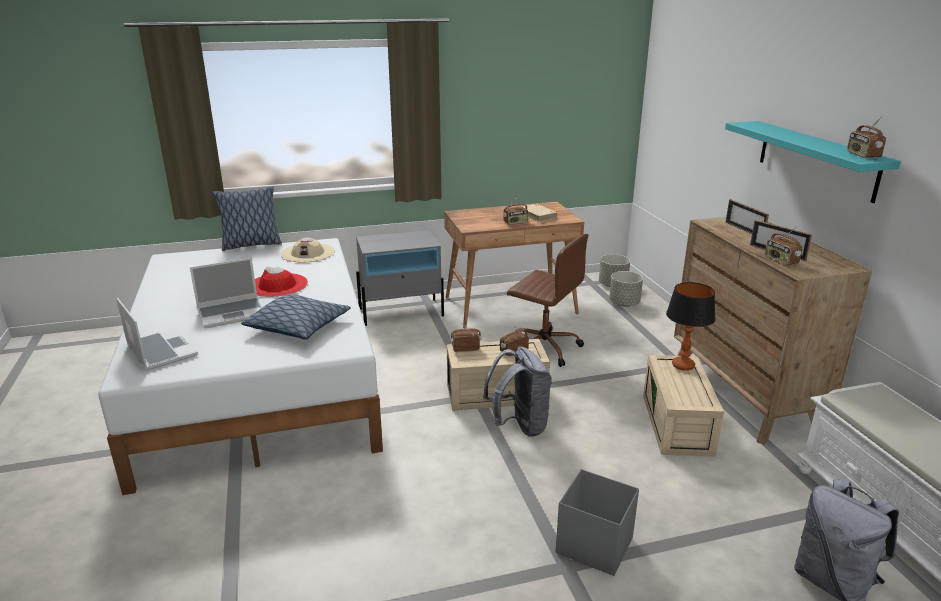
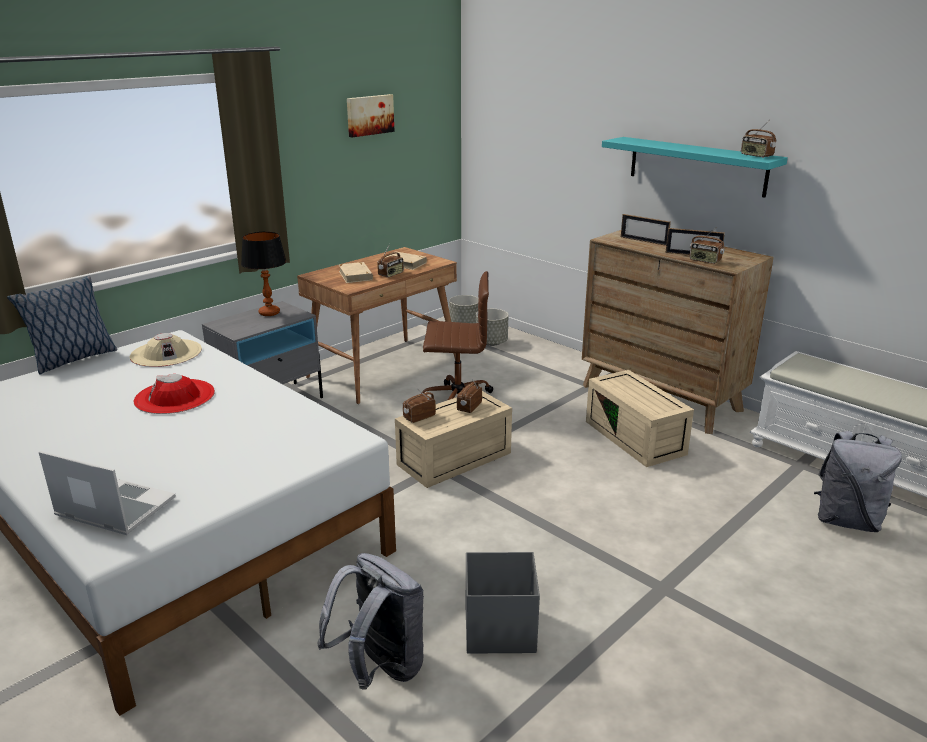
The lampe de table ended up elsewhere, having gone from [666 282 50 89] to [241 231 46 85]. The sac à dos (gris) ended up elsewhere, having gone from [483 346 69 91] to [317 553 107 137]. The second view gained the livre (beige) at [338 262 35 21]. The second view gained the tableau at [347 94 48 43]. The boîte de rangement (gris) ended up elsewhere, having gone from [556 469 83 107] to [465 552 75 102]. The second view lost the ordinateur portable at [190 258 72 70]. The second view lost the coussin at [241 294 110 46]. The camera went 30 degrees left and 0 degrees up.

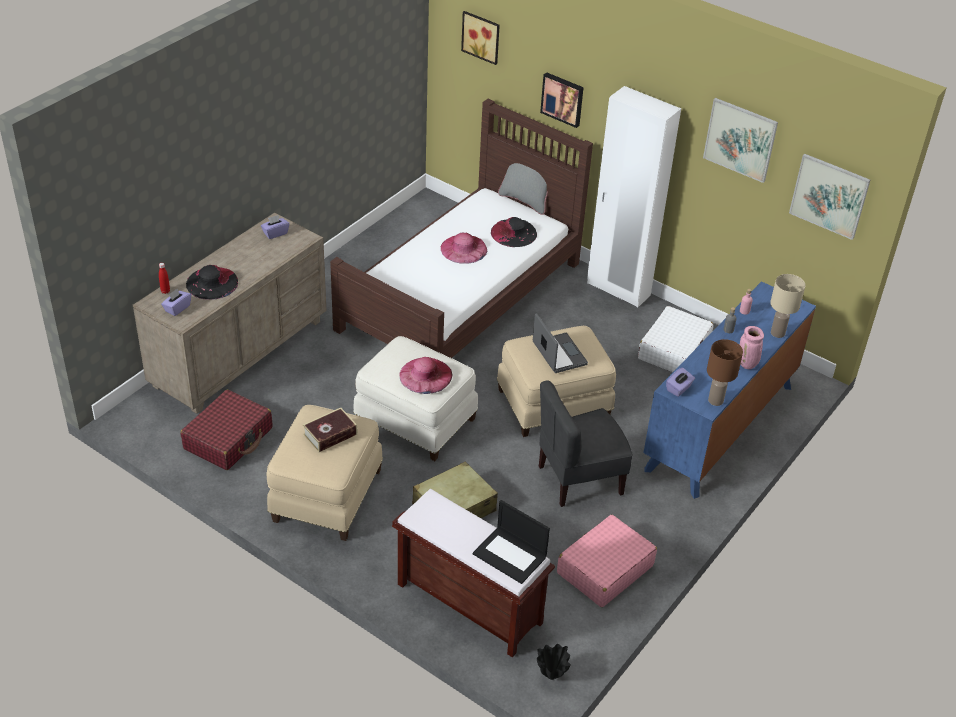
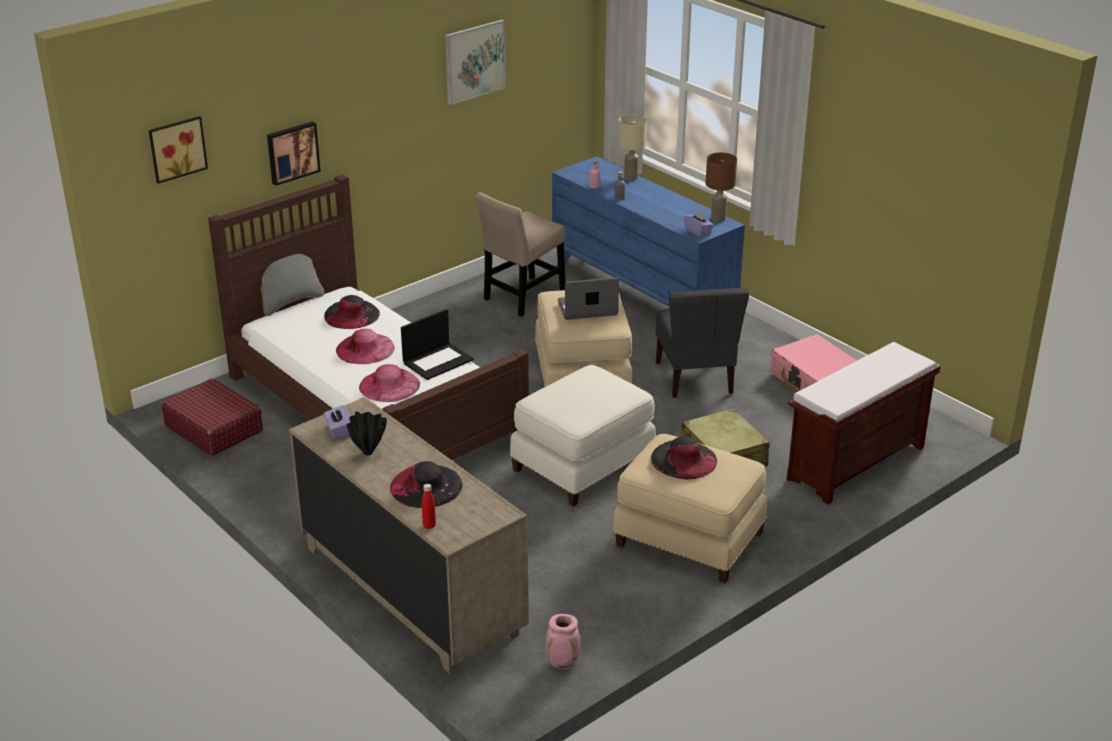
The valise (rouge) ended up elsewhere, having gone from [180 389 92 81] to [161 379 102 77]. The vase (noir) ended up elsewhere, having gone from [537 644 34 36] to [347 412 40 44]. The chapeau (rose) ended up elsewhere, having gone from [400 357 53 37] to [359 364 61 38]. The ordinateur portable ended up elsewhere, having gone from [473 500 77 84] to [401 309 73 71]. Where the valise (blanc) stood at [638 306 75 66], the chaise (beige) came to stand at [475 192 91 125]. The vase (rose) ended up elsewhere, having gone from [740 326 24 43] to [546 614 35 55]. Where the livre stood at [303 408 54 44], the chapeau (noir) came to stand at [651 436 66 43]. The second view lost the boîte à mouchoirs (violet) at [161 288 30 28]. The second view lost the armoire (blanc) at [587 86 94 221]. The second view lost the tableau at [789 154 81 86]. The camera went 75 degrees left and 10 degrees down.

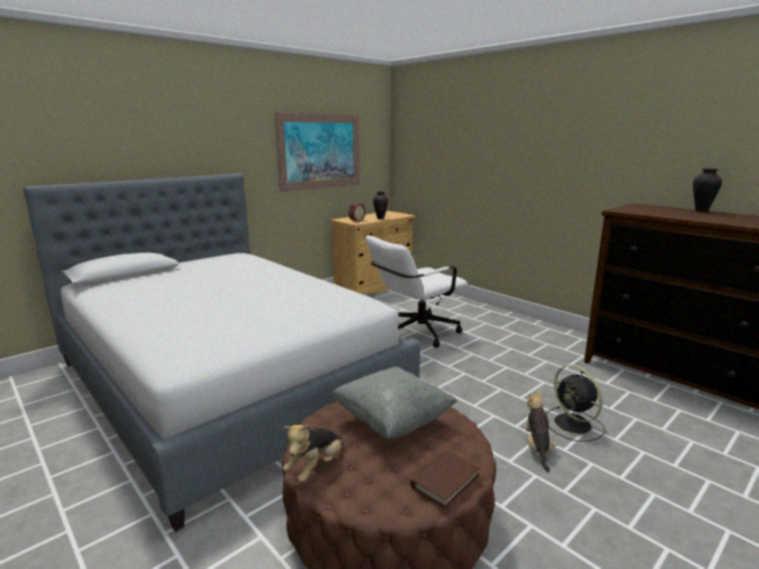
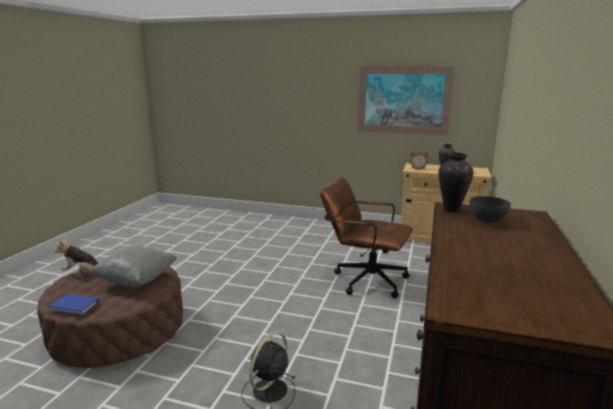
What was the livre (marron) at [410 451 70 57] turned into the livre (bleu) at [49 294 50 22]. What was the chaise de bureau (blanc) at [366 236 102 112] turned into the chaise de bureau (marron) at [320 177 93 121]. The vase ended up elsewhere, having gone from [693 168 29 44] to [438 153 35 59]. The second view gained the bol (gris) at [470 196 41 27]. The second view lost the lit at [23 173 397 359]. The second view lost the peluche at [525 391 32 81]. The camera went 60 degrees right and 0 degrees up.

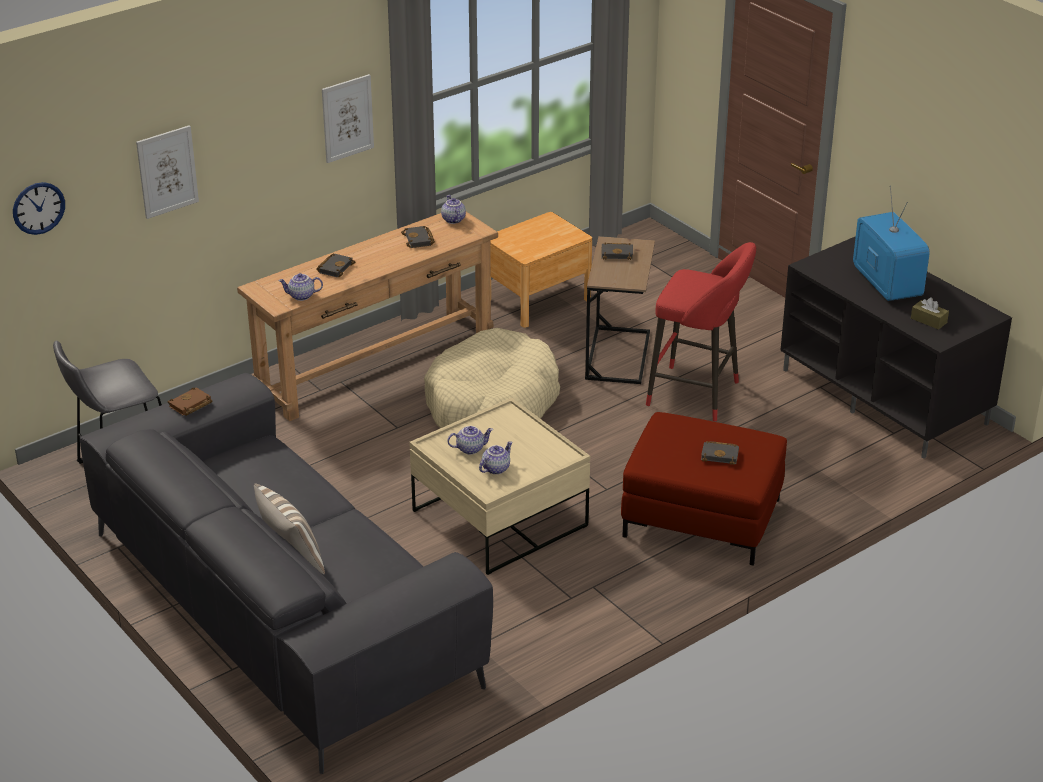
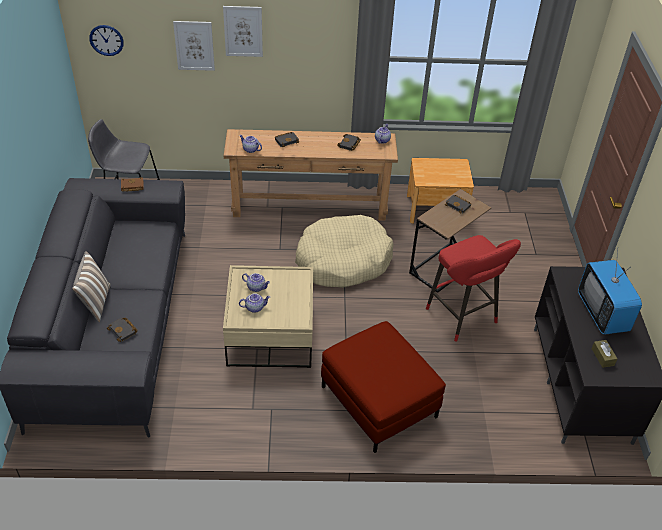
The livre (noir) ended up elsewhere, having gone from [701 441 38 24] to [107 317 31 25]. The tableau ended up elsewhere, having gone from [322 74 52 89] to [223 6 40 51]. The téléviseur at [853 186 77 115] ended up facing another way, 150 degrees clockwise from before. The camera went 35 degrees right and 10 degrees up.

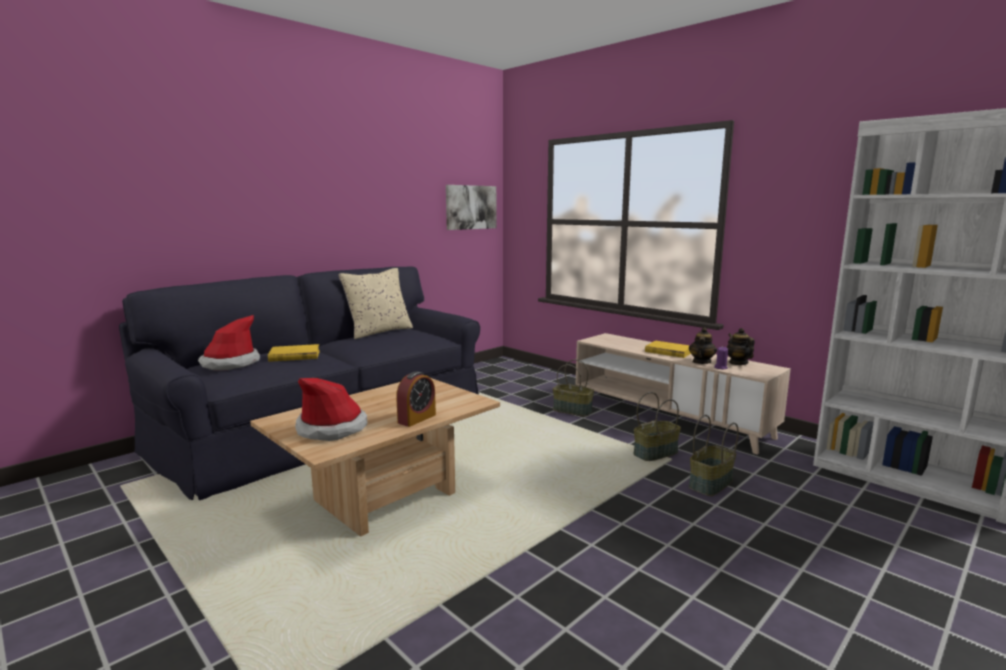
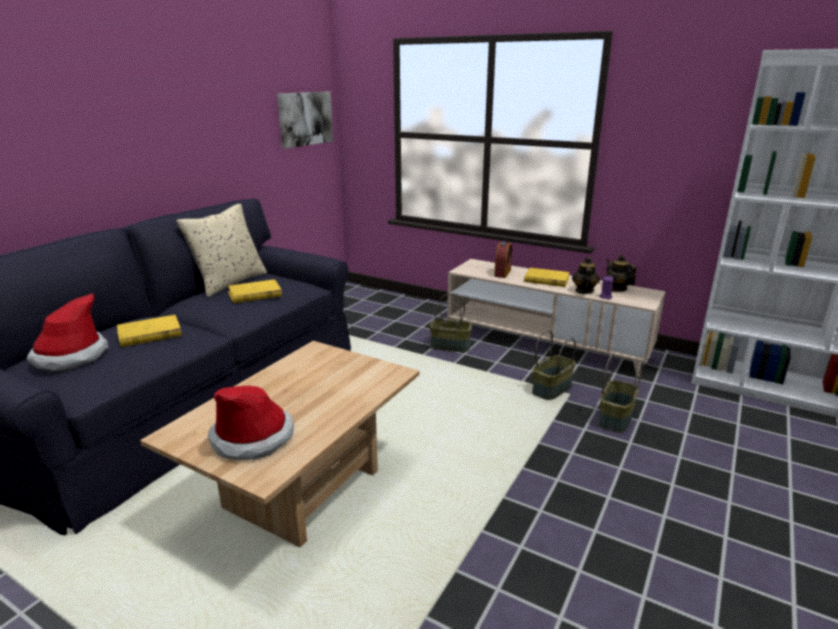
The second view gained the livre (jaune) at [228 279 54 24]. The réveil ended up elsewhere, having gone from [396 371 40 56] to [494 241 18 37]. The camera went 15 degrees left and 10 degrees up.

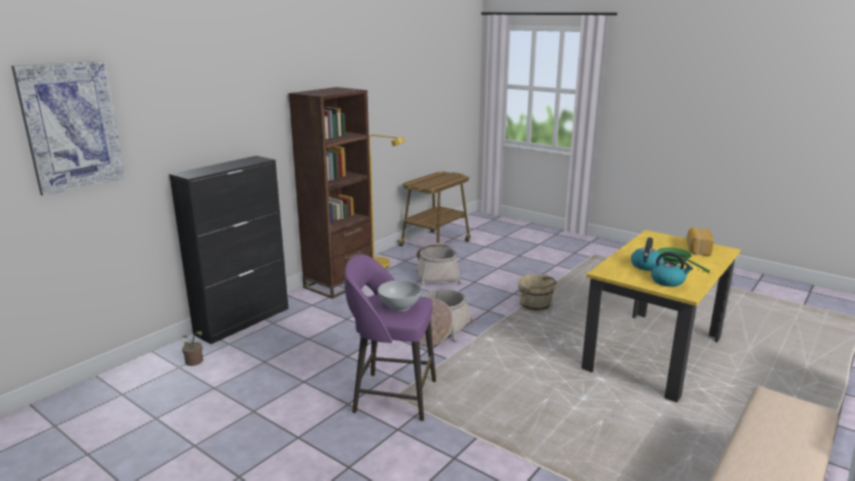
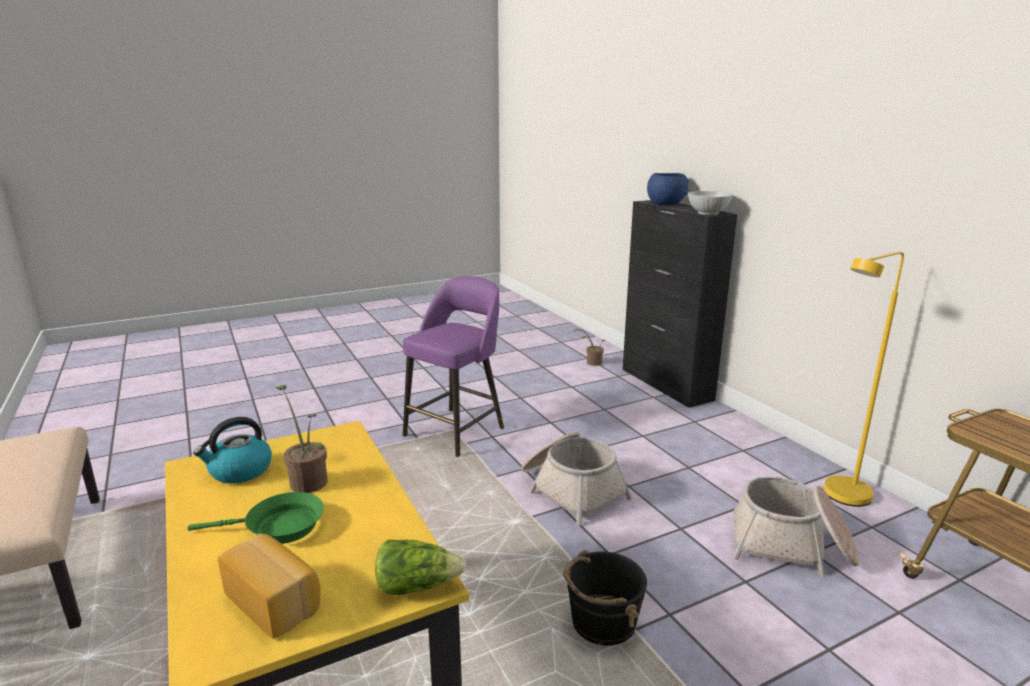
Where the bouilloire stood at [631 237 33 34], the plante en pot came to stand at [275 385 53 108]. The second view gained the laitue at [375 539 91 56]. What was the seau (beige) at [518 274 39 37] turned into the seau (noir) at [563 550 84 96]. The second view gained the bol (bleu) at [647 173 42 32]. The bol (blanc) ended up elsewhere, having gone from [377 280 45 31] to [688 191 45 24]. The second view lost the tableau at [11 60 115 136]. The second view lost the bibliothèque (marron) at [289 87 84 212]. The camera went 115 degrees right and 0 degrees up.

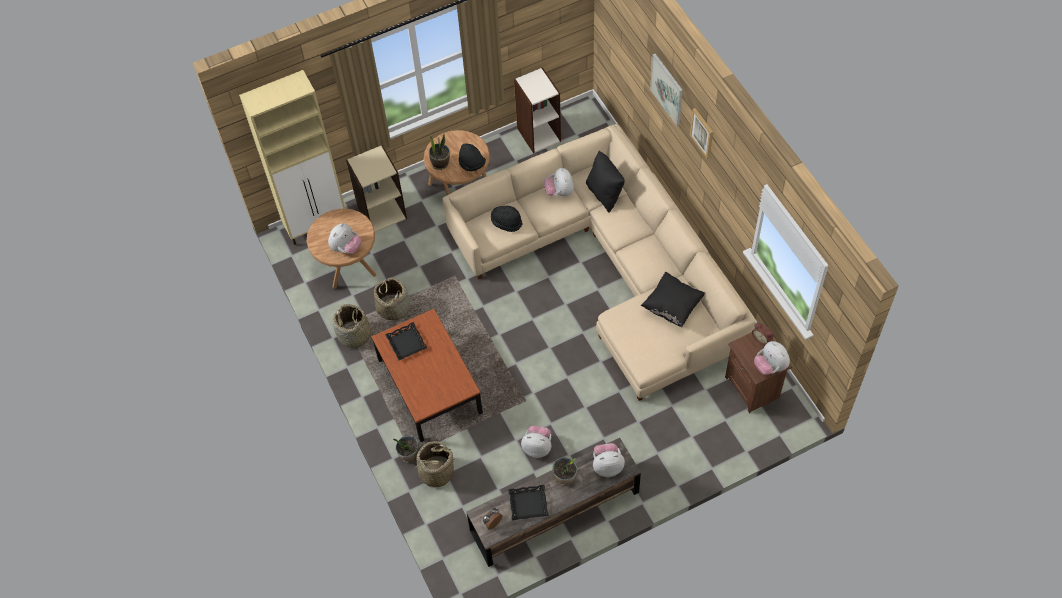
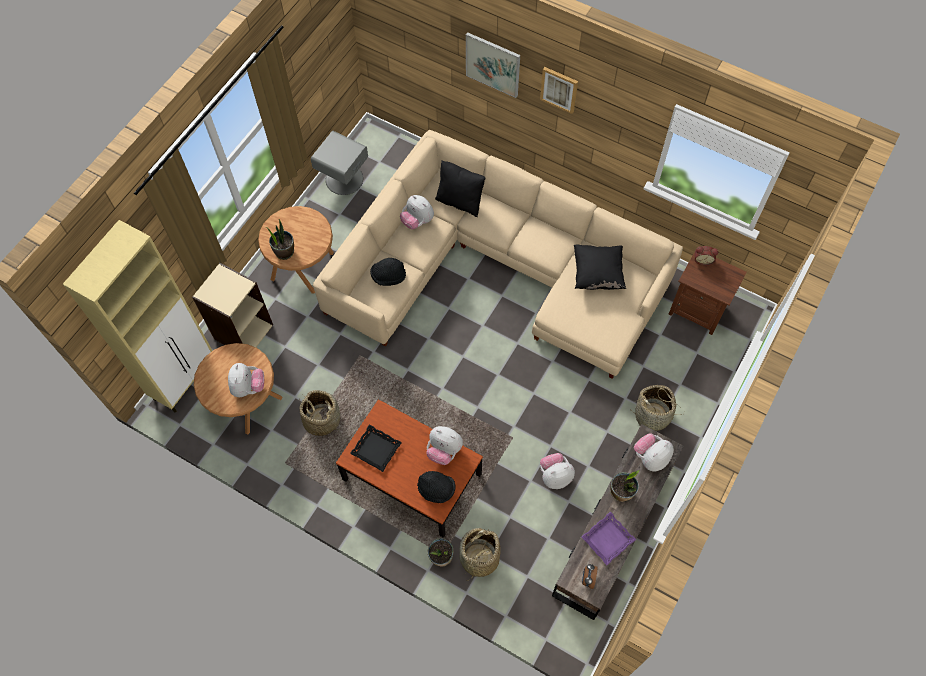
Where the bibliothèque stood at [514 67 47 86], the table de chevet (gris) came to stand at [311 131 57 64]. The chapeau (noir) ended up elsewhere, having gone from [459 143 27 28] to [417 471 39 32]. The peluche ended up elsewhere, having gone from [754 341 36 34] to [426 426 37 39]. What was the plateau (noir) at [508 485 41 35] turned into the plateau (violet) at [581 512 55 53]. The panier ended up elsewhere, having gone from [333 304 38 44] to [630 385 52 46]. The camera went 35 degrees left and 5 degrees up.

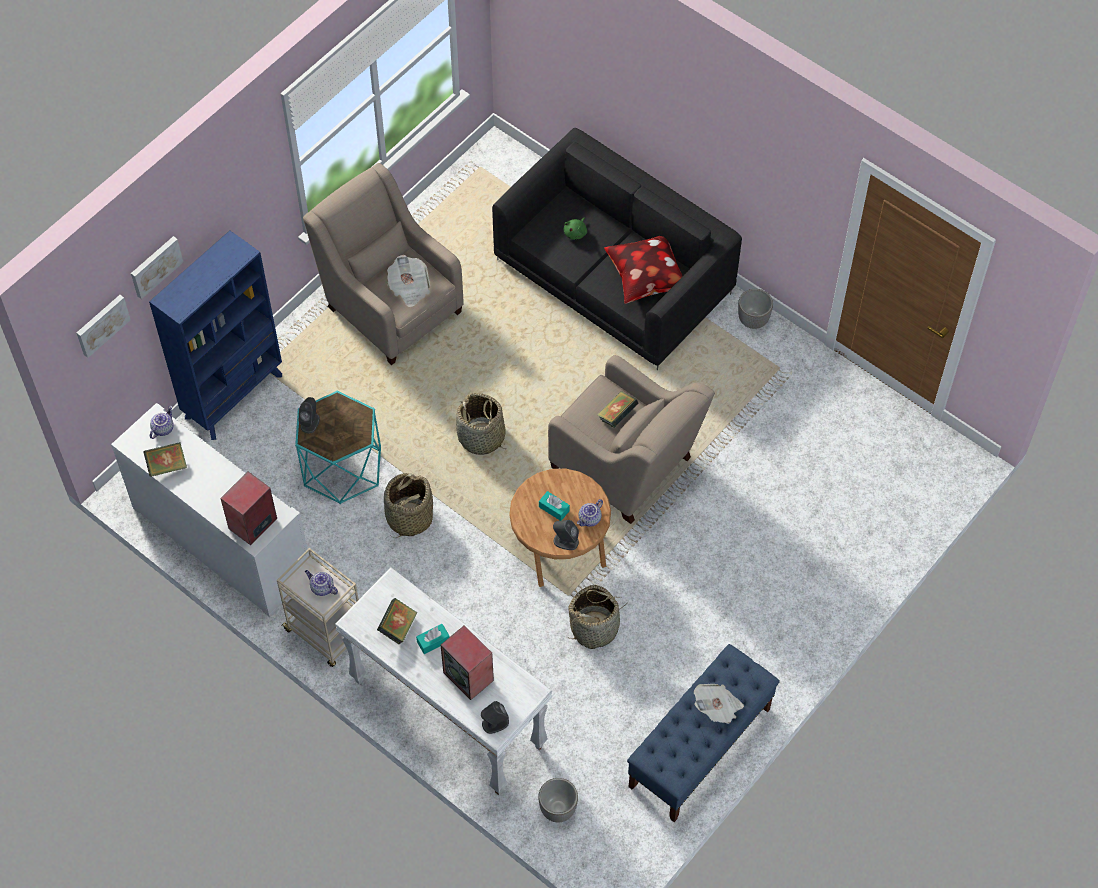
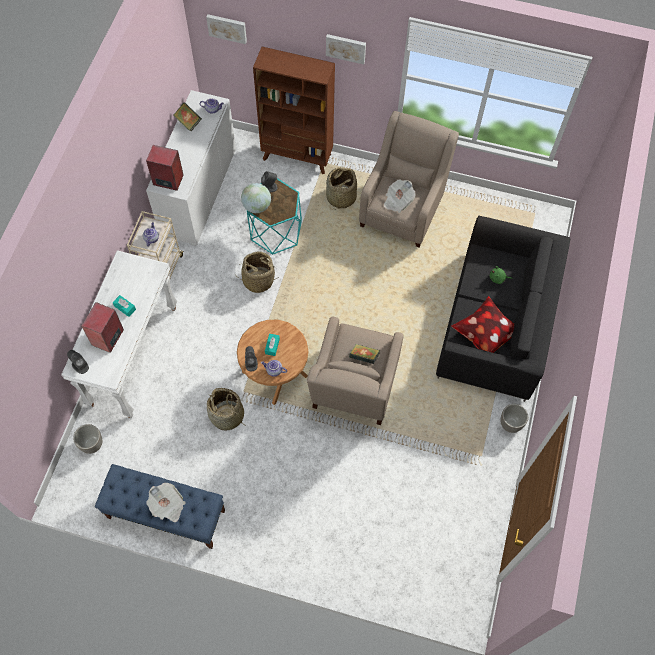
The second view gained the globe at [241 183 30 30]. What was the bibliothèque (bleu) at [149 230 133 210] turned into the bibliothèque (marron) at [253 47 82 127]. The tableau ended up elsewhere, having gone from [131 236 52 63] to [326 34 40 30]. The panier ended up elsewhere, having gone from [456 393 50 62] to [326 167 31 42]. The second view lost the livre at [377 598 41 47]. The camera went 65 degrees right and 5 degrees up.

